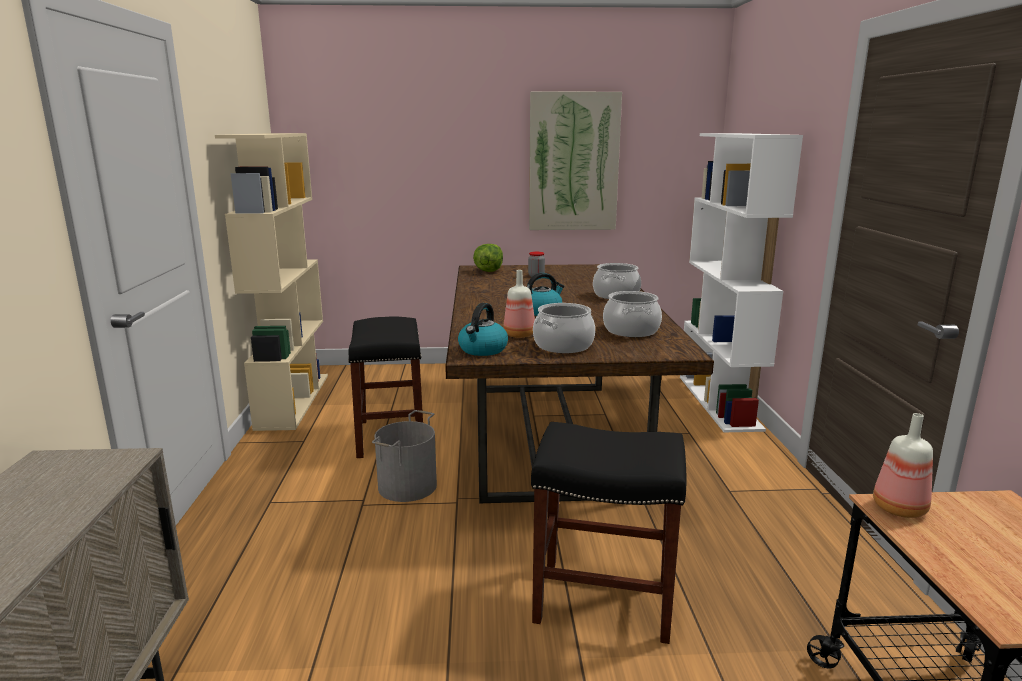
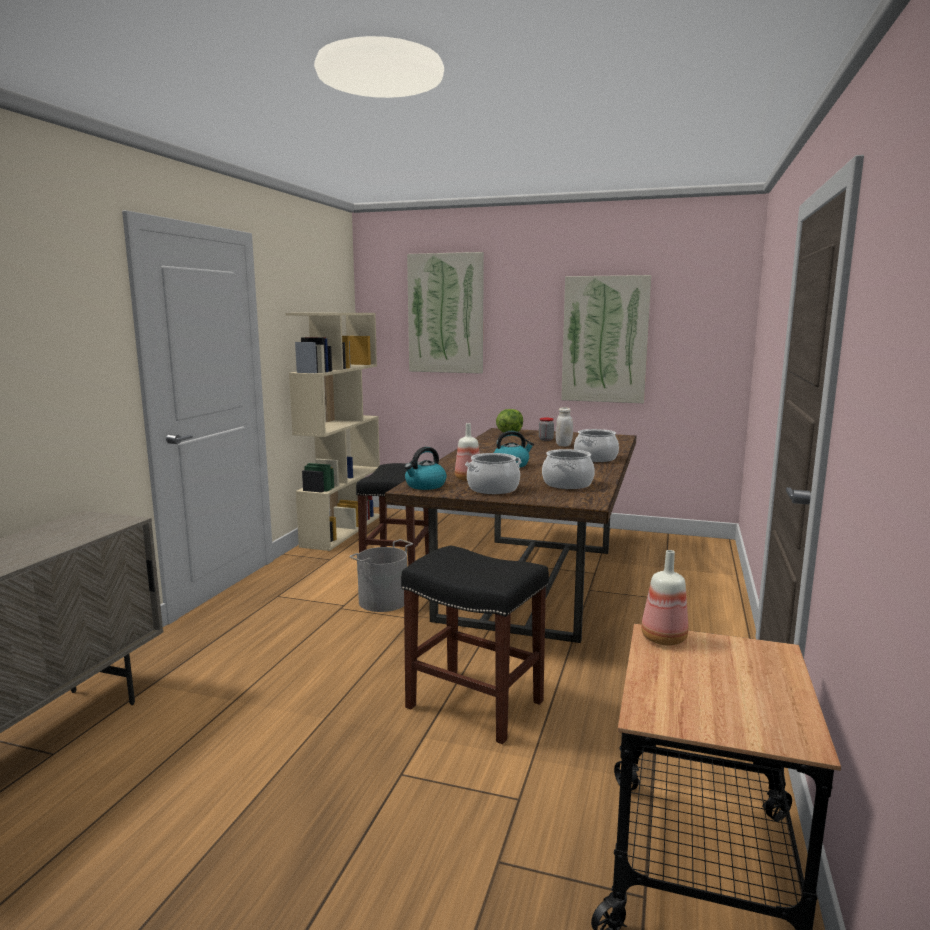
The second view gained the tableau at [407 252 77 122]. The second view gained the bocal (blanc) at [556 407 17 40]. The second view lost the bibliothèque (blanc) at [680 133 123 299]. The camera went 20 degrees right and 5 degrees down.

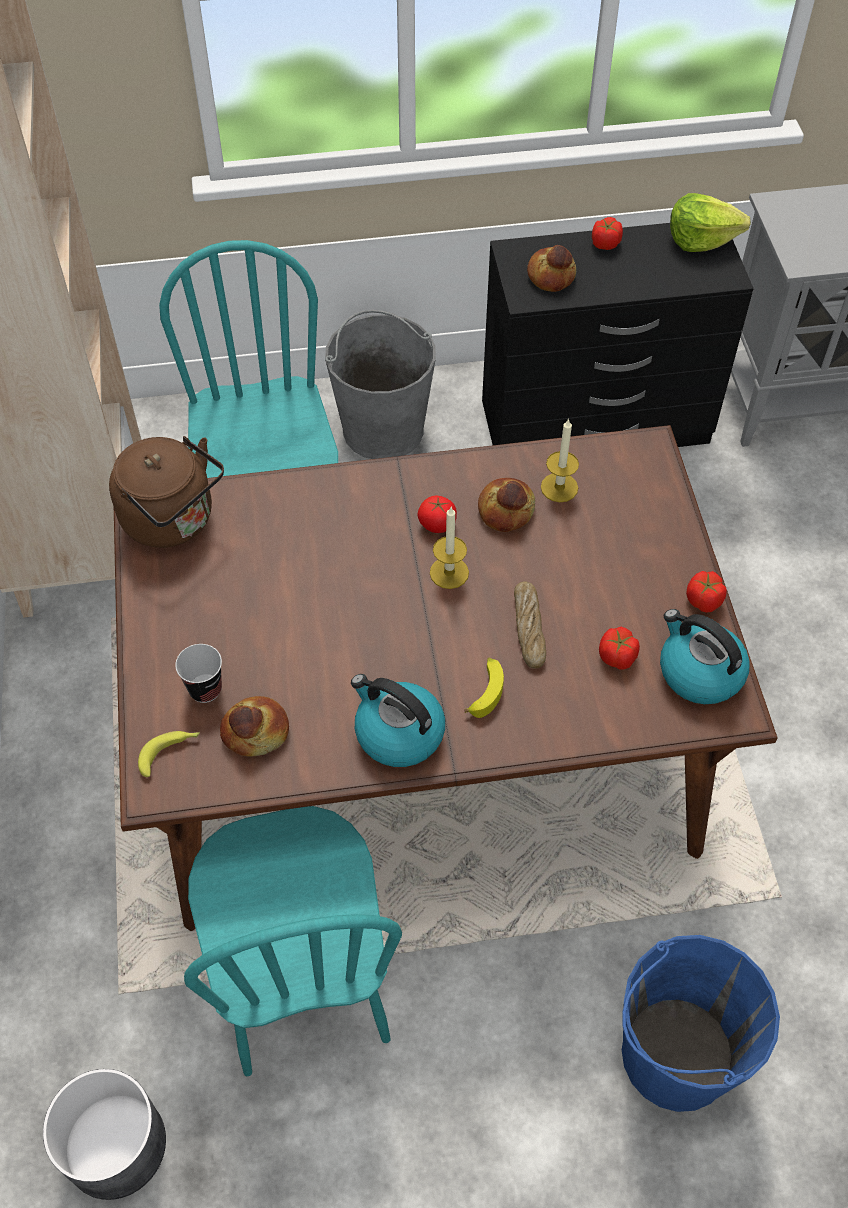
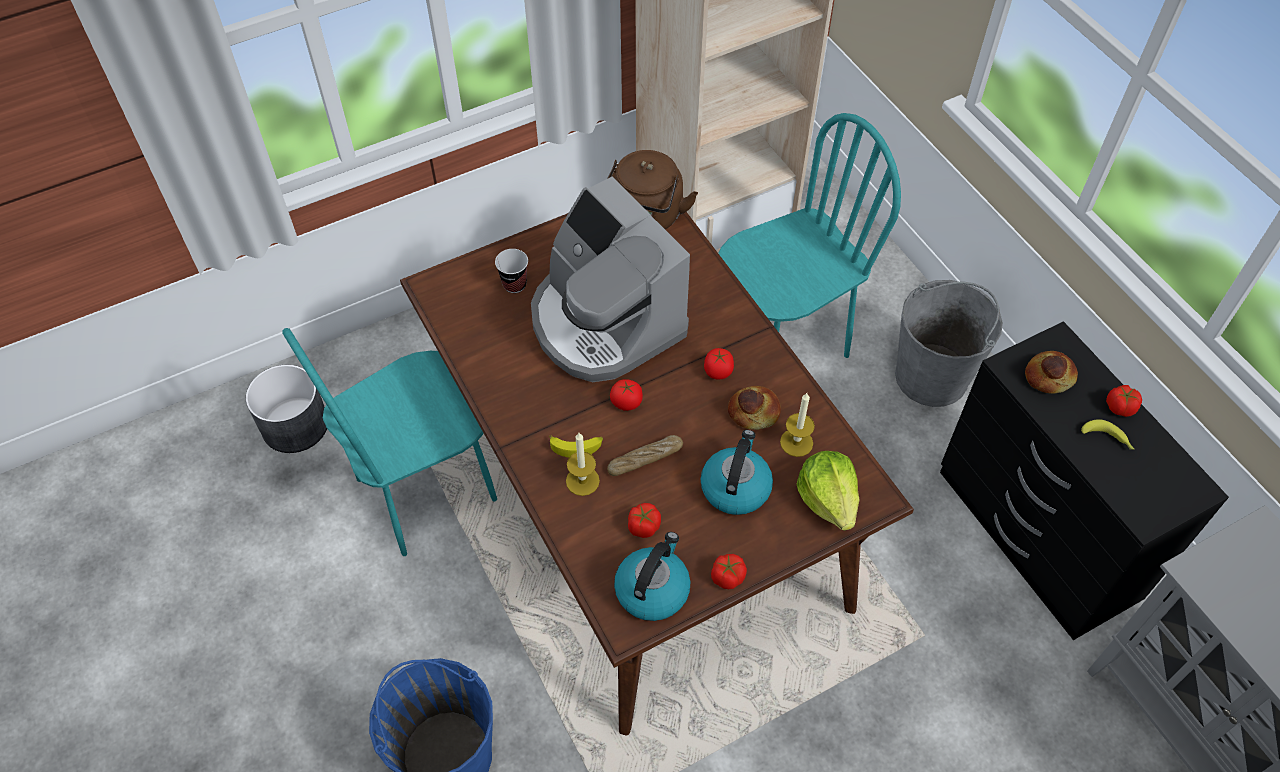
The second view gained the machine à café at [531 177 159 205]. The bougie ended up elsewhere, having gone from [430 507 39 82] to [566 433 34 63]. The second view gained the tomate at [610 379 33 32]. The bouilloire ended up elsewhere, having gone from [351 674 94 93] to [701 430 72 85]. The laitue ended up elsewhere, having gone from [670 193 81 59] to [797 451 62 80]. The banane ended up elsewhere, having gone from [138 731 62 46] to [1081 419 53 31]. The second view lost the pain at [220 696 69 60]. The camera went 70 degrees right and 0 degrees up.

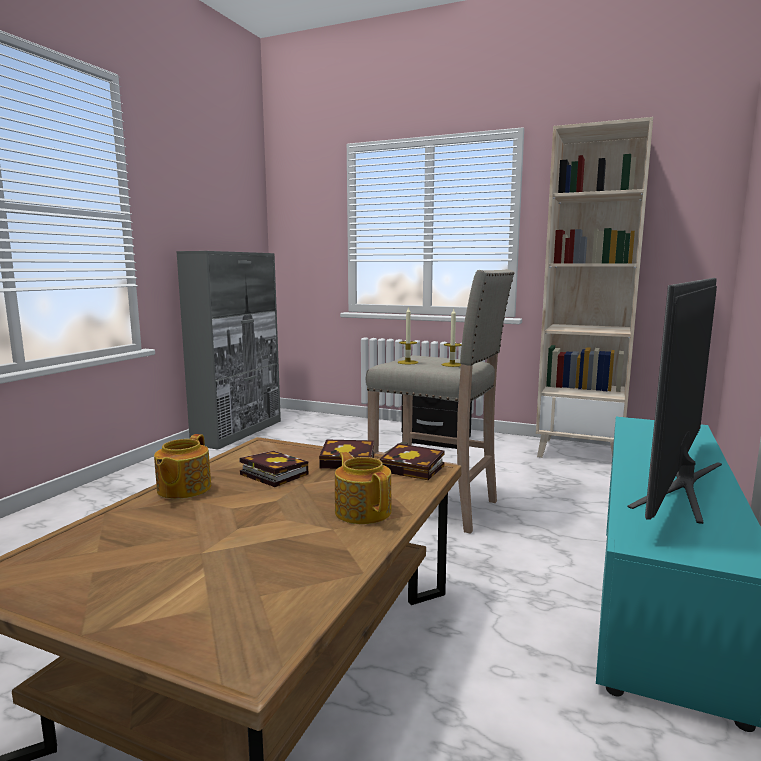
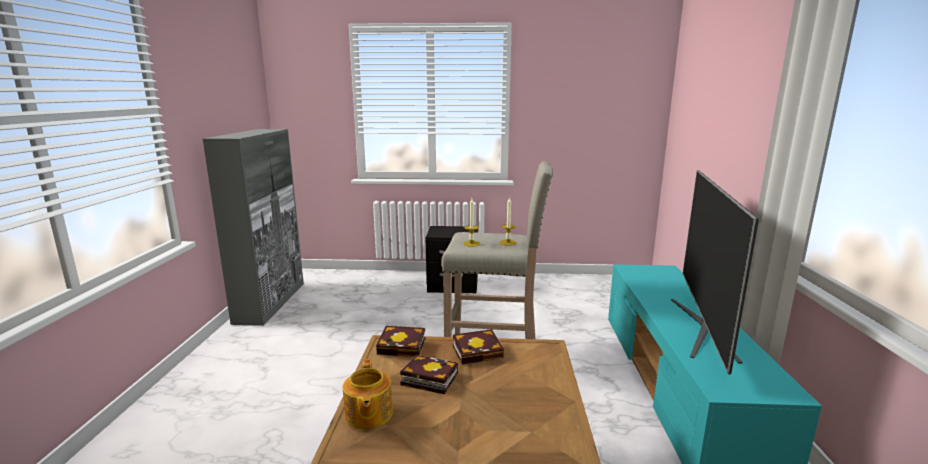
The livre ended up elsewhere, having gone from [380 443 65 37] to [376 326 49 31]. The second view lost the théière at [335 452 56 72]. The second view lost the bibliothèque (beige) at [536 117 117 341]. The camera went 20 degrees left and 5 degrees up.

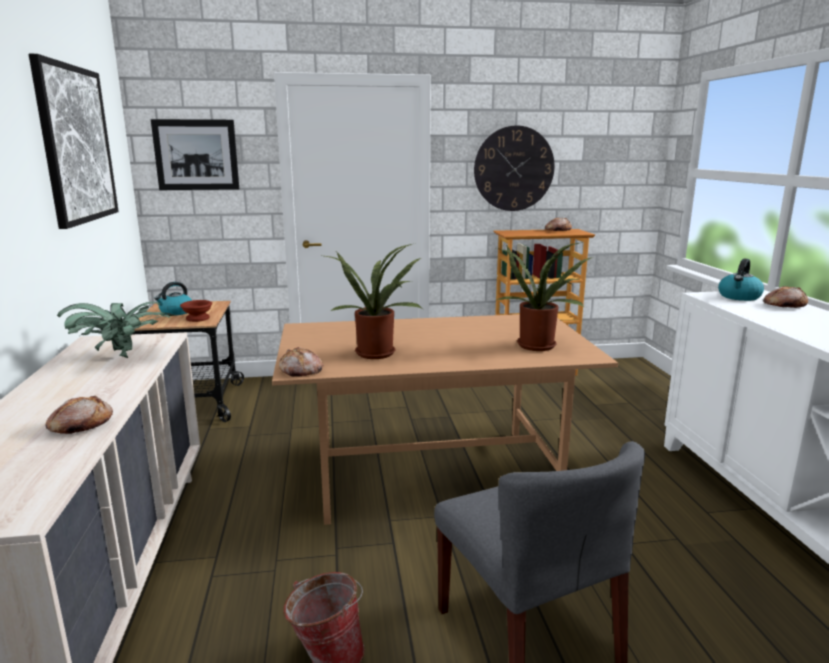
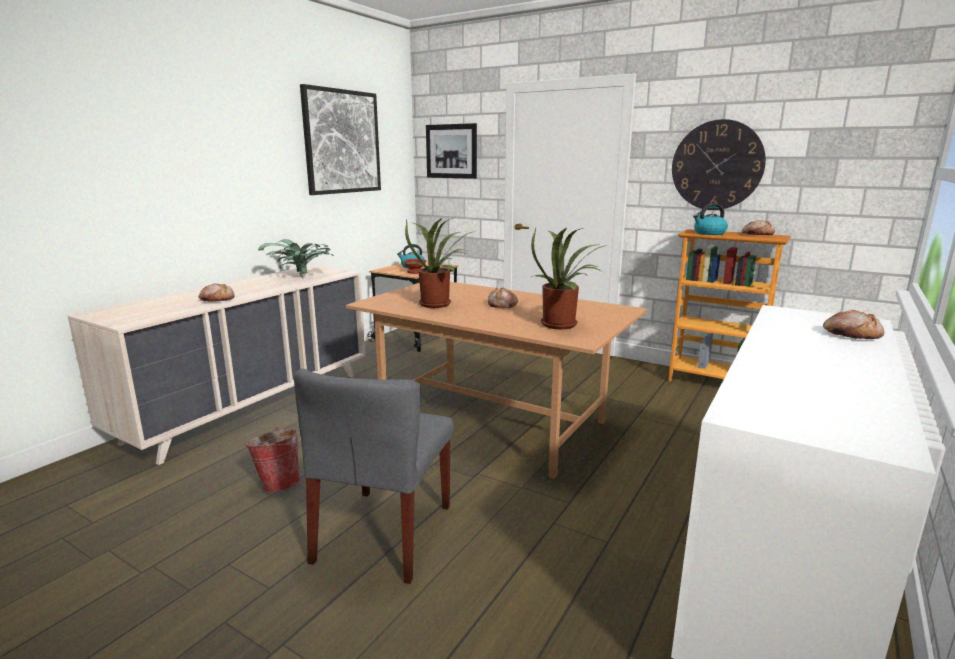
The pain ended up elsewhere, having gone from [279 347 45 30] to [488 287 30 21]. The bouilloire ended up elsewhere, having gone from [718 259 46 42] to [693 203 35 32]. The camera went 40 degrees right and 0 degrees up.

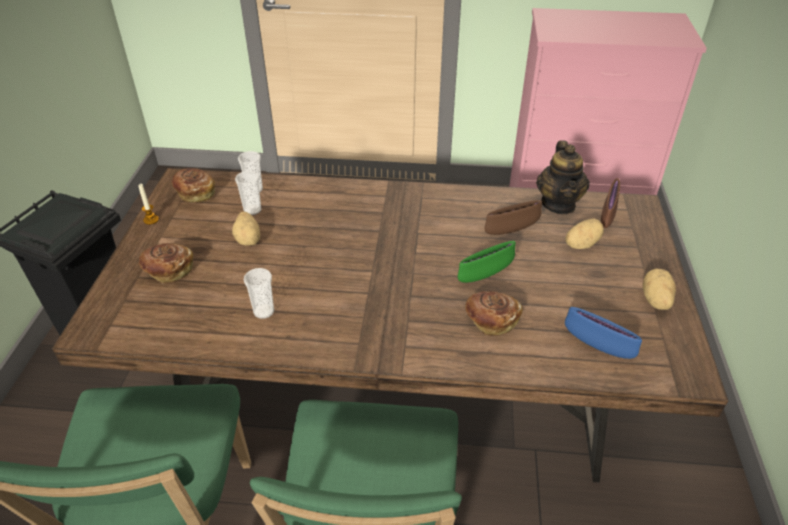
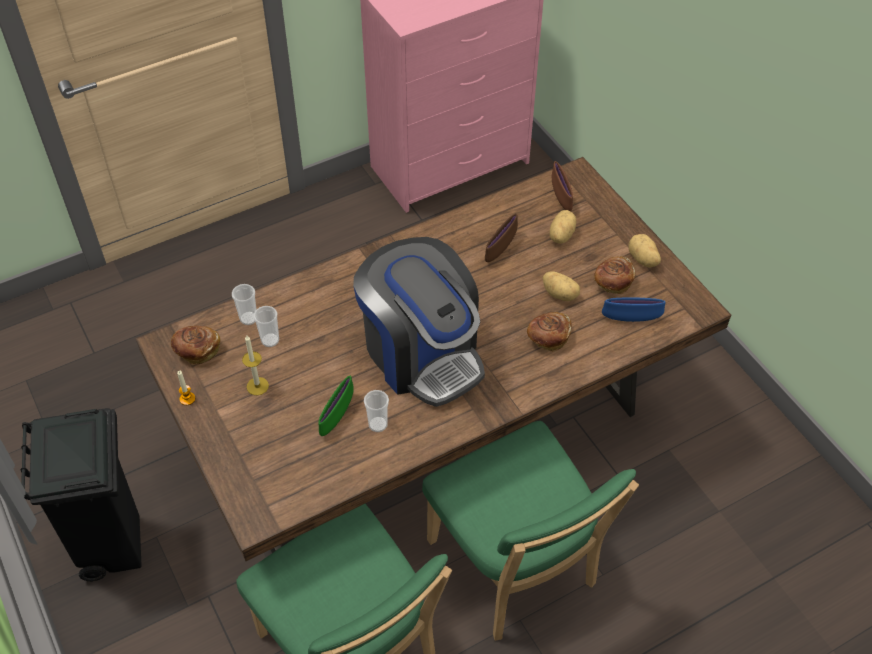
The second view gained the bougie at [242 336 27 59]. The bol (vert) ended up elsewhere, having gone from [458 241 58 42] to [318 376 36 60]. The second view gained the machine à café at [353 237 132 170]. The pomme de terre ended up elsewhere, having gone from [232 212 28 33] to [543 271 37 30]. The pain ended up elsewhere, having gone from [139 243 54 41] to [594 256 41 38]. The second view lost the théière at [536 140 54 74]. The camera went 35 degrees left and 10 degrees up.

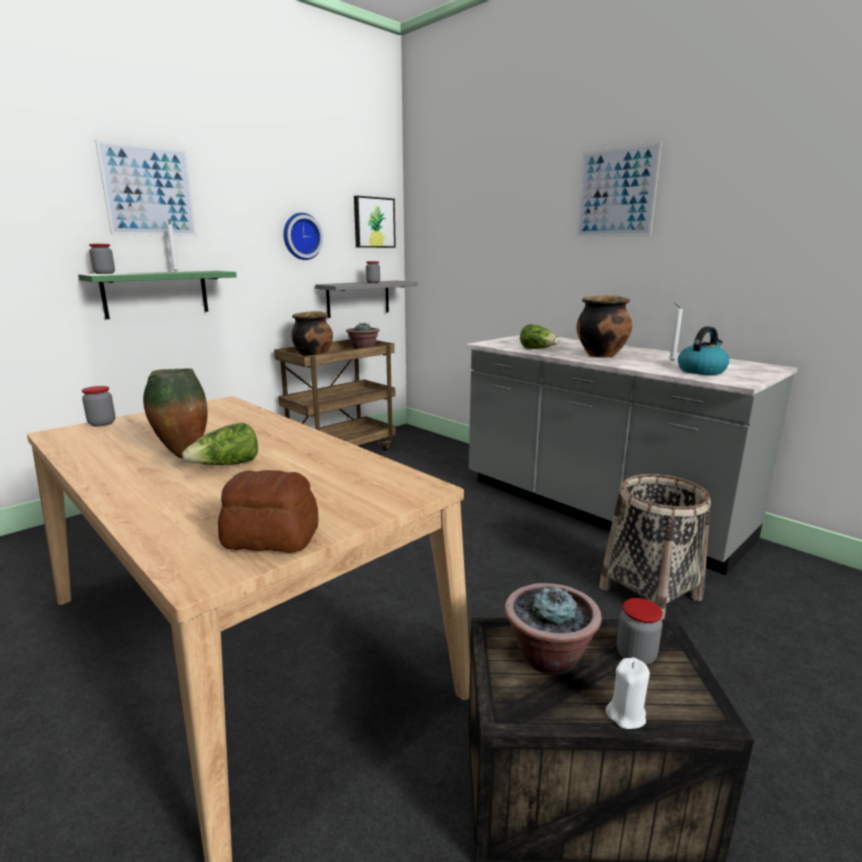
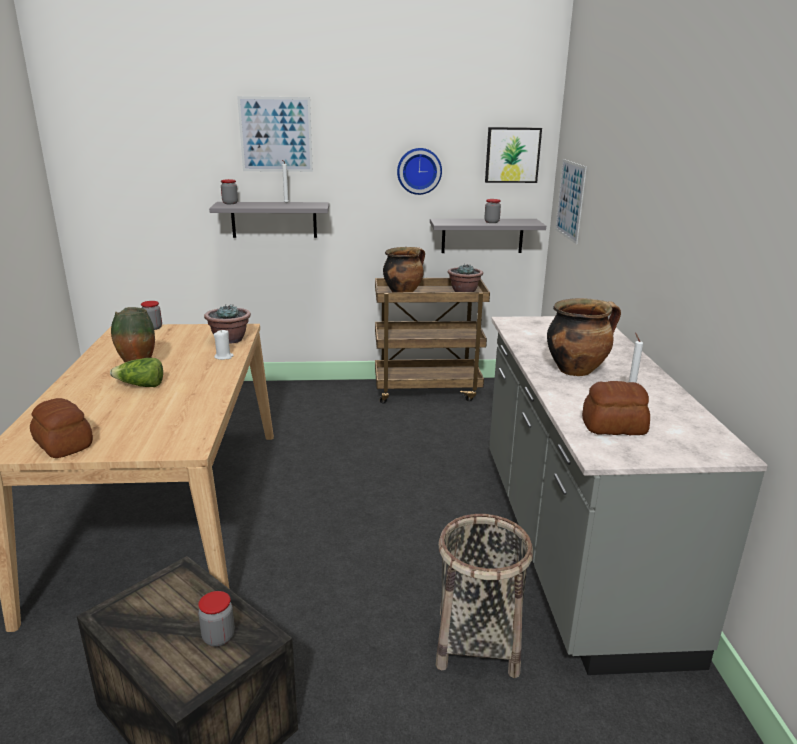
The plante en pot ended up elsewhere, having gone from [505 583 97 92] to [204 304 47 40]. What was the étagère (vert) at [78 271 159 48] turned into the étagère (gris) at [209 202 120 36]. The bougie (blanc) ended up elsewhere, having gone from [606 657 44 72] to [214 330 20 30]. The tableau ended up elsewhere, having gone from [576 141 86 96] to [555 159 32 85]. Where the bouilloire stood at [678 326 51 49], the pain came to stand at [582 381 68 55]. The second view lost the laitue at [520 324 39 25]. The camera went 40 degrees right and 5 degrees up.

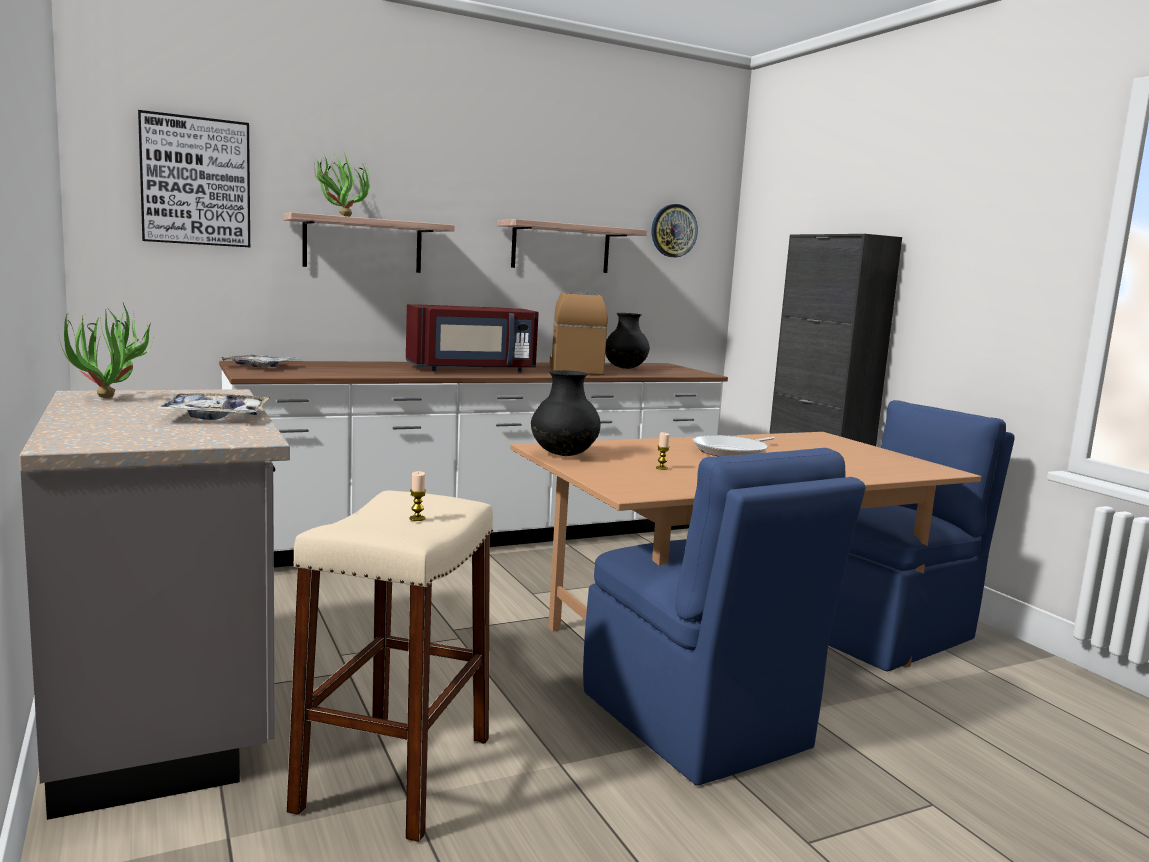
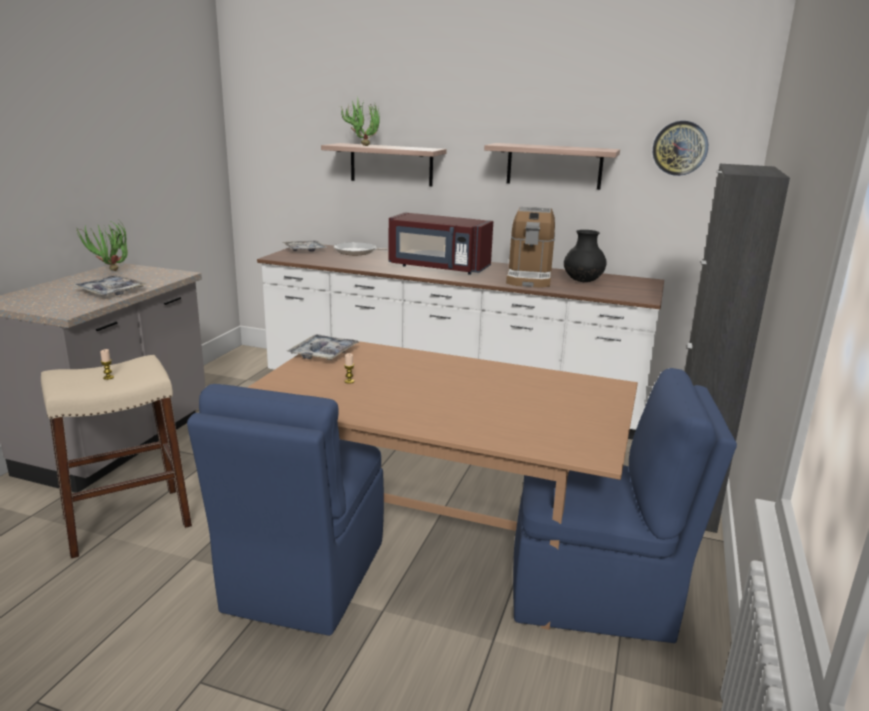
Where the vase (noir) stood at [531 370 70 86], the plateau came to stand at [287 334 73 26]. The poêle ended up elsewhere, having gone from [693 435 81 21] to [334 242 55 13]. The machine à café at [550 292 58 83] ended up facing another way, 150 degrees clockwise from before. The second view lost the tableau at [138 110 112 137]. The camera went 45 degrees right and 10 degrees up.

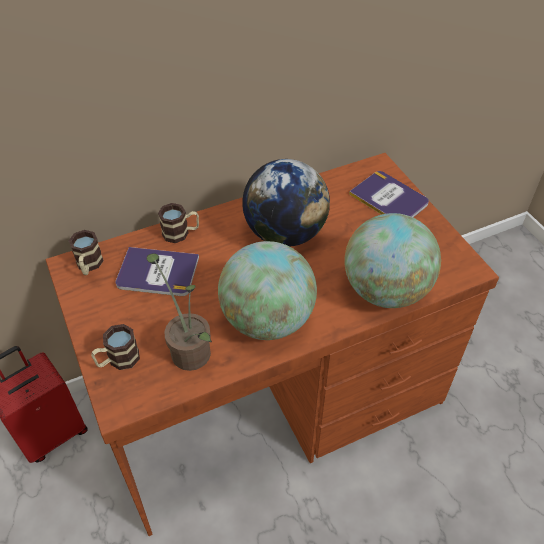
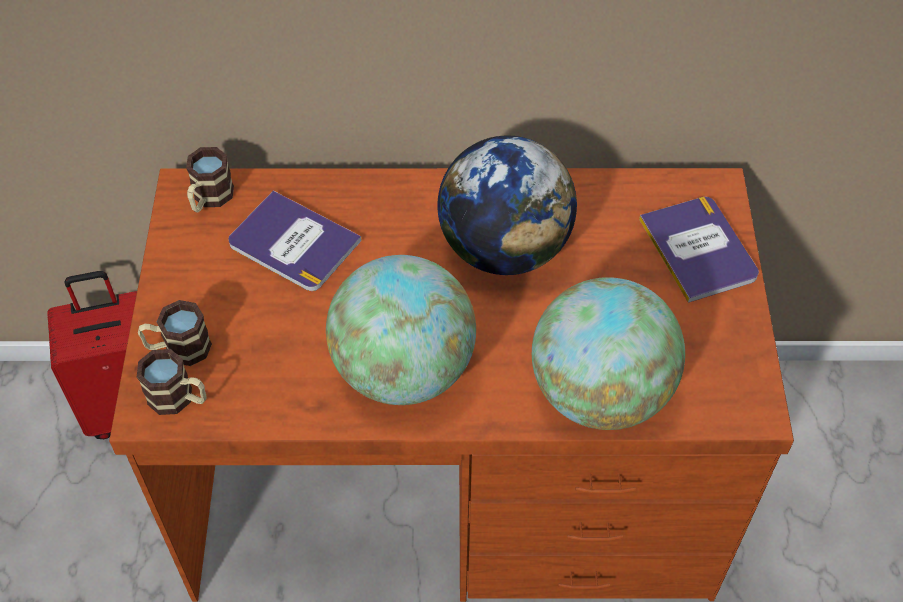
The mug ended up elsewhere, having gone from [158 203 41 40] to [137 349 70 66]. The second view lost the plante en pot at [146 253 66 118]. The camera went 25 degrees right and 5 degrees up.

